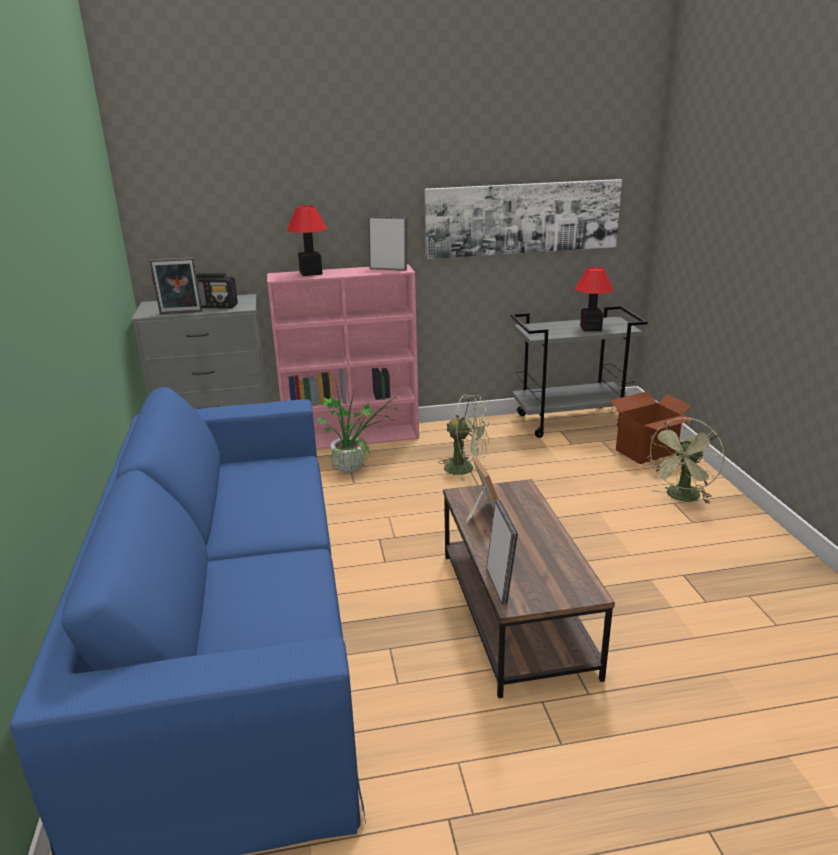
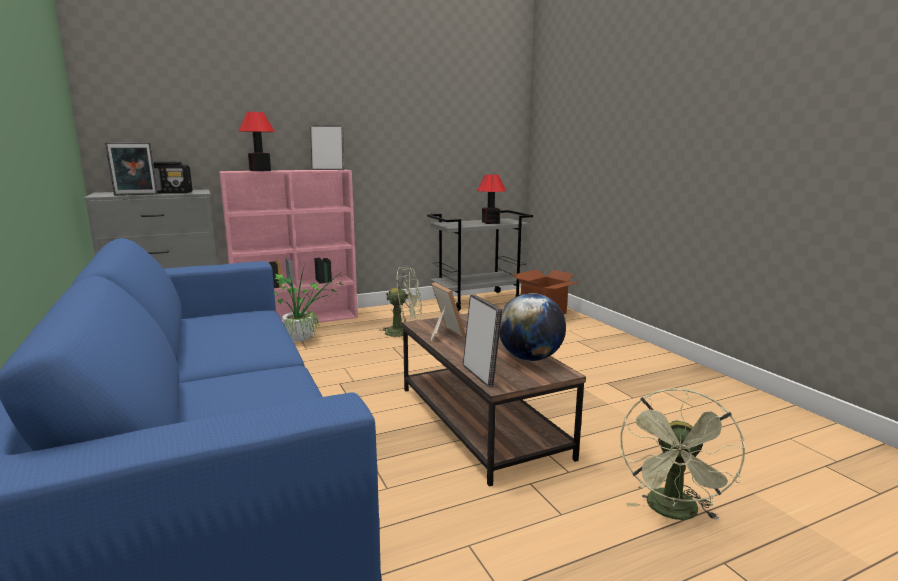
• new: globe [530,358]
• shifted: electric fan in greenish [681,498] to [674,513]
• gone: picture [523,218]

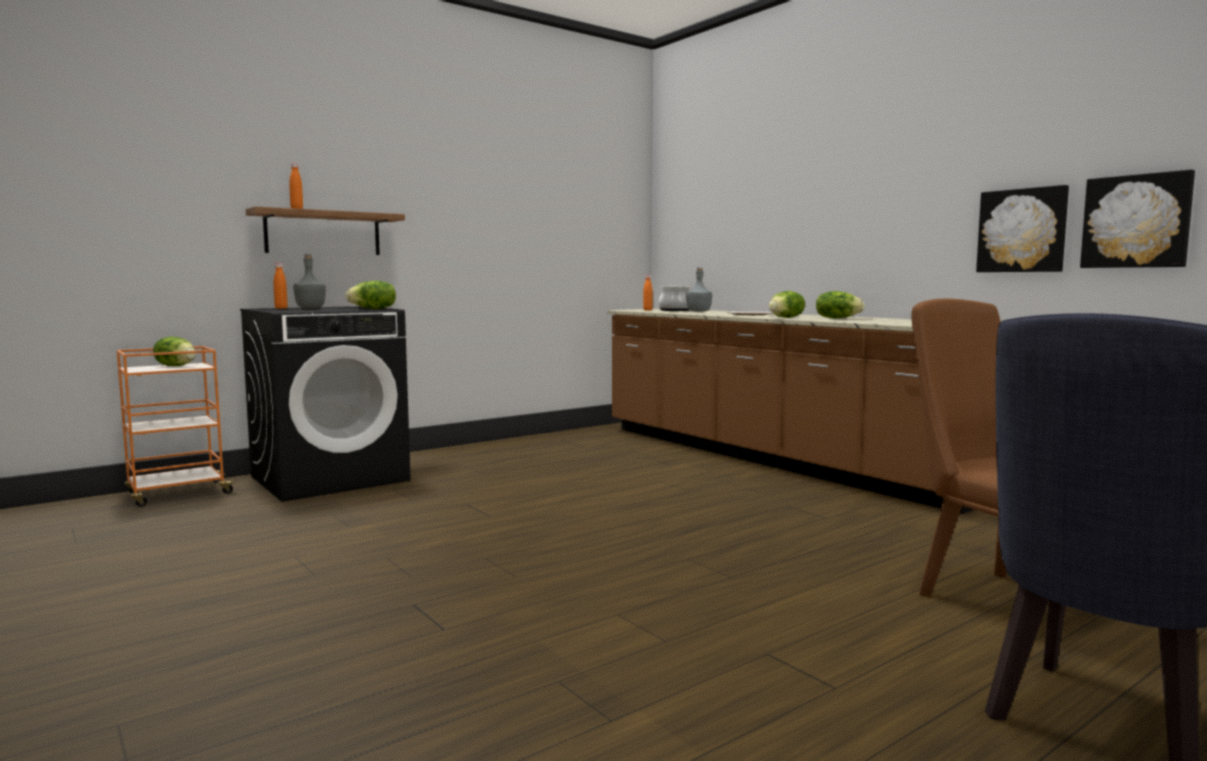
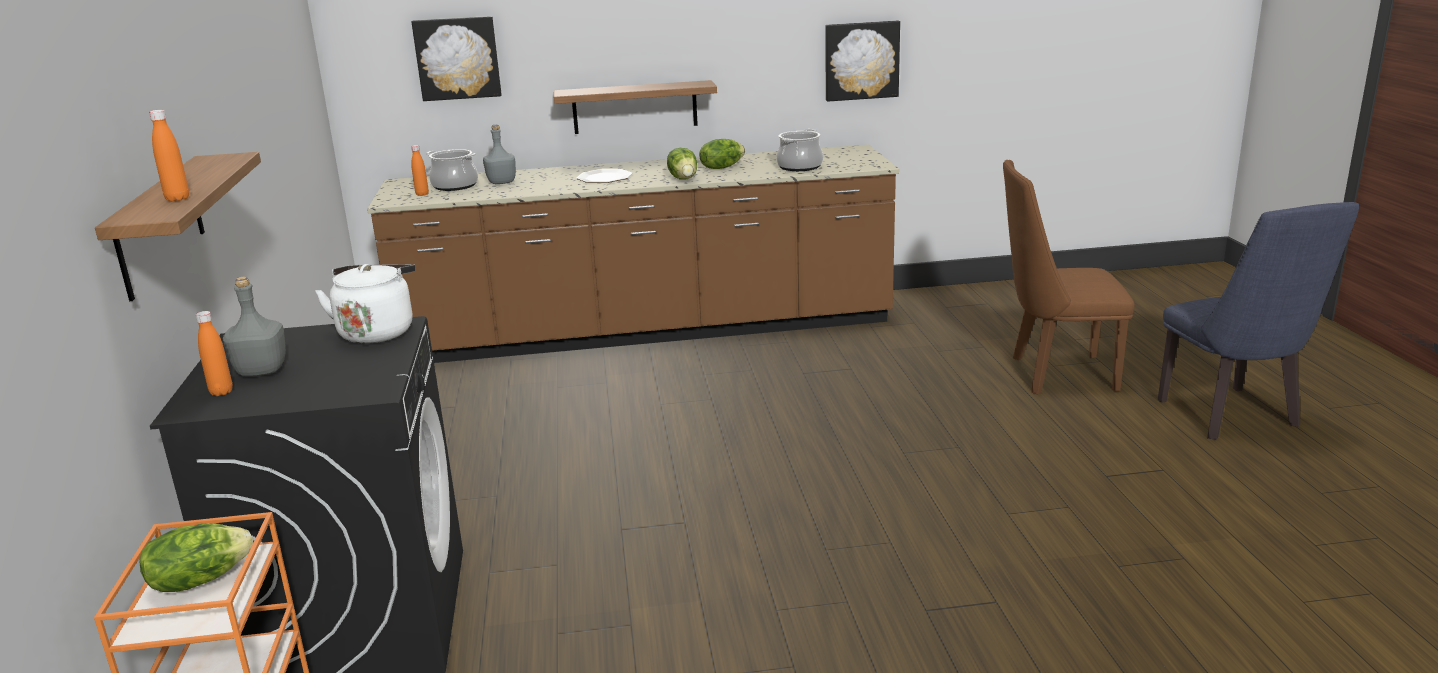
• swapped: lettuce head [373,308] to kettle in white [377,332]
• shifted: picture [1136,221] to [457,58]
• new: bracket shelf [635,107]
• new: cooking pot [799,166]

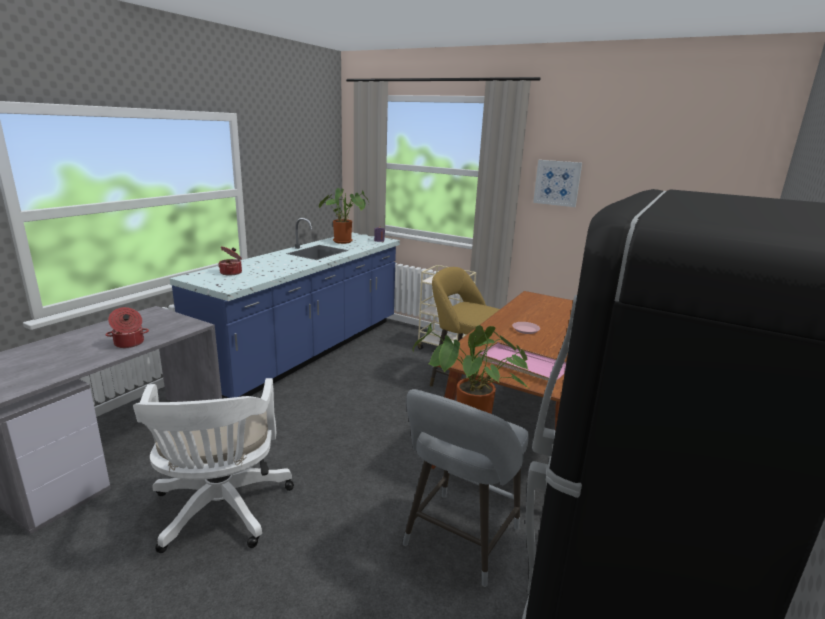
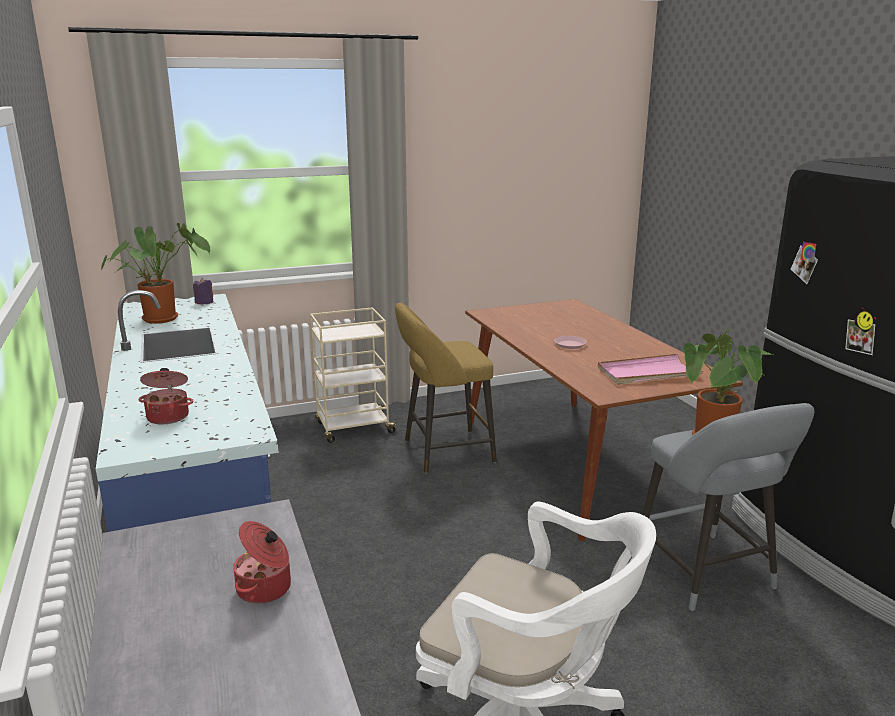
• gone: picture [557,183]

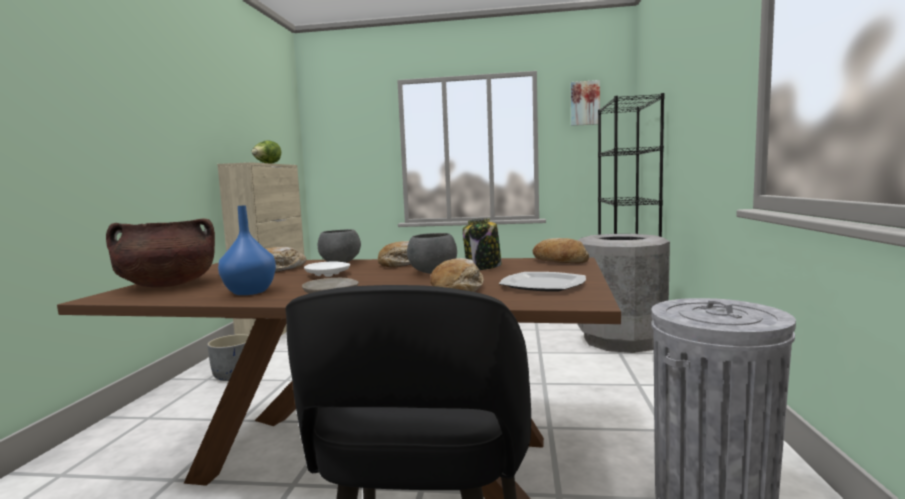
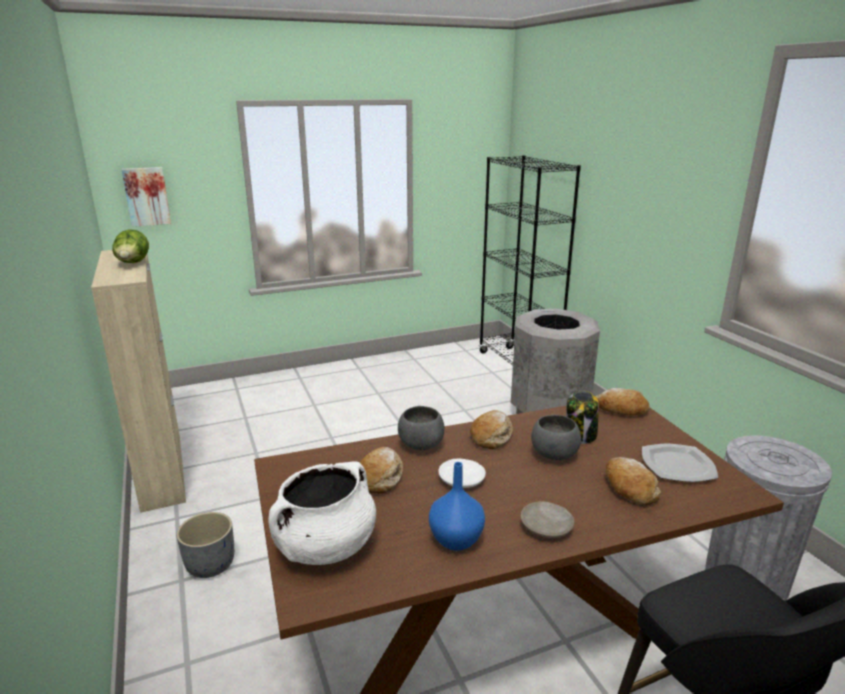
• shifted: picture [585,103] to [147,196]
• repainted: cooking pot in brown-coloured [167,285] to cooking pot in white [325,547]

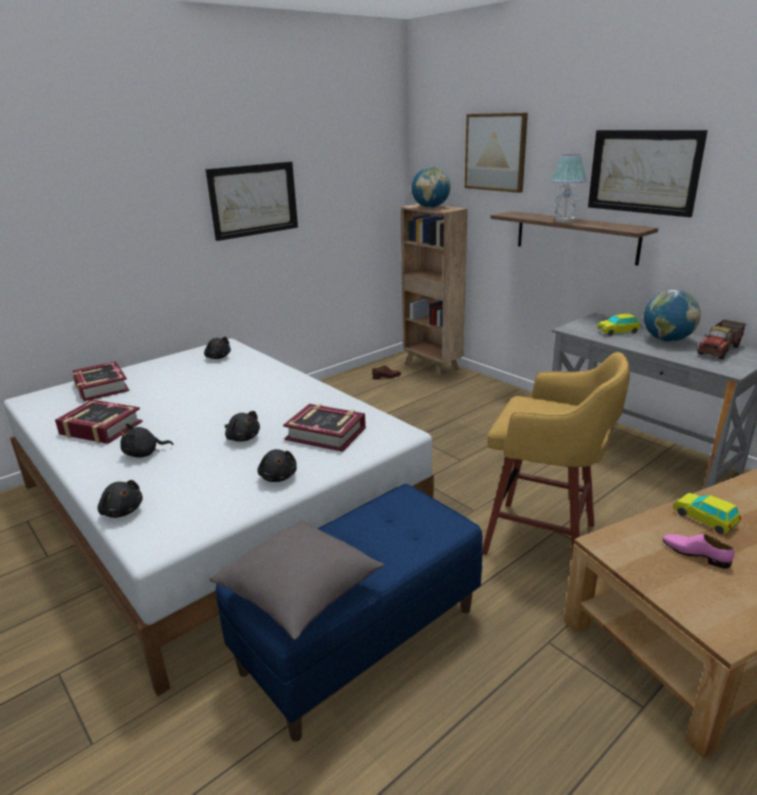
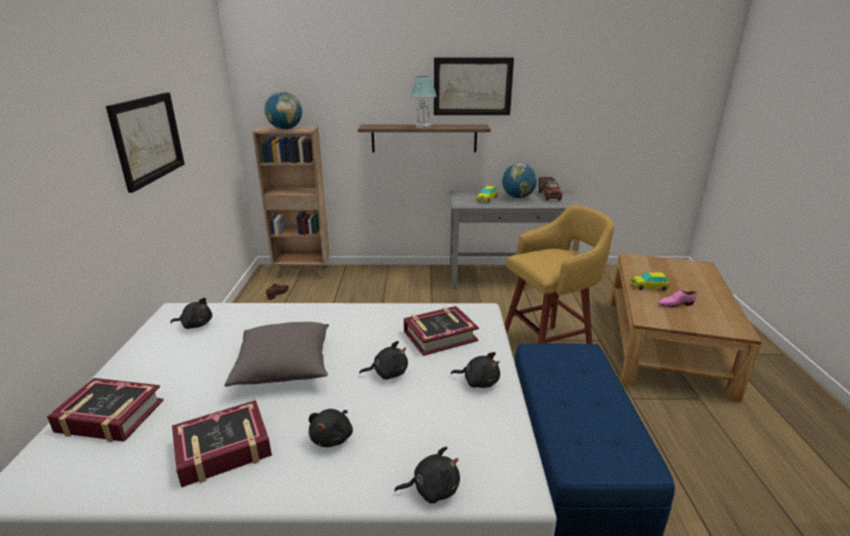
• shifted: cushion in gray [300,593] to [284,368]
• gone: picture [495,152]

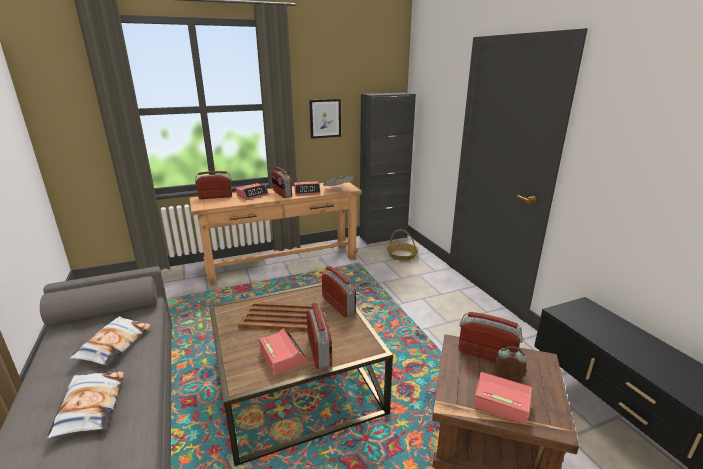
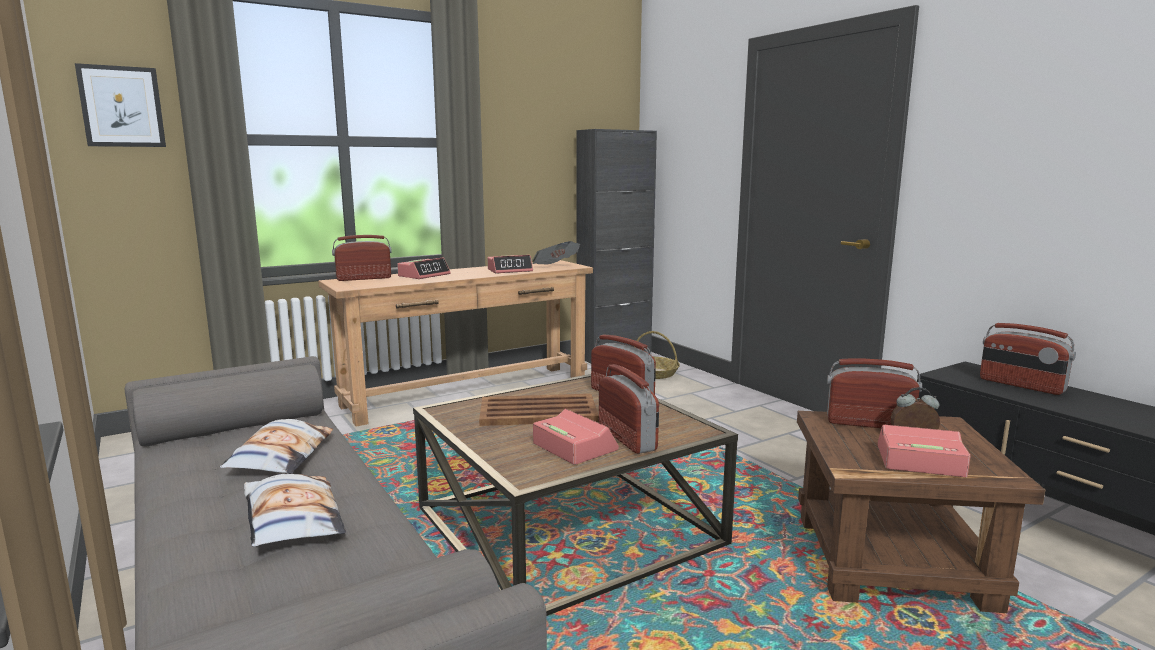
• shifted: picture [325,118] to [122,106]
• shifted: radio [281,194] to [1021,385]

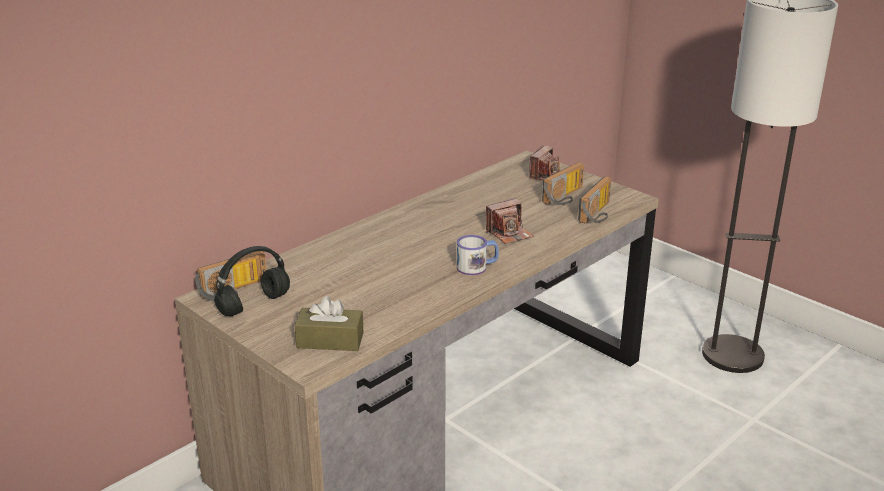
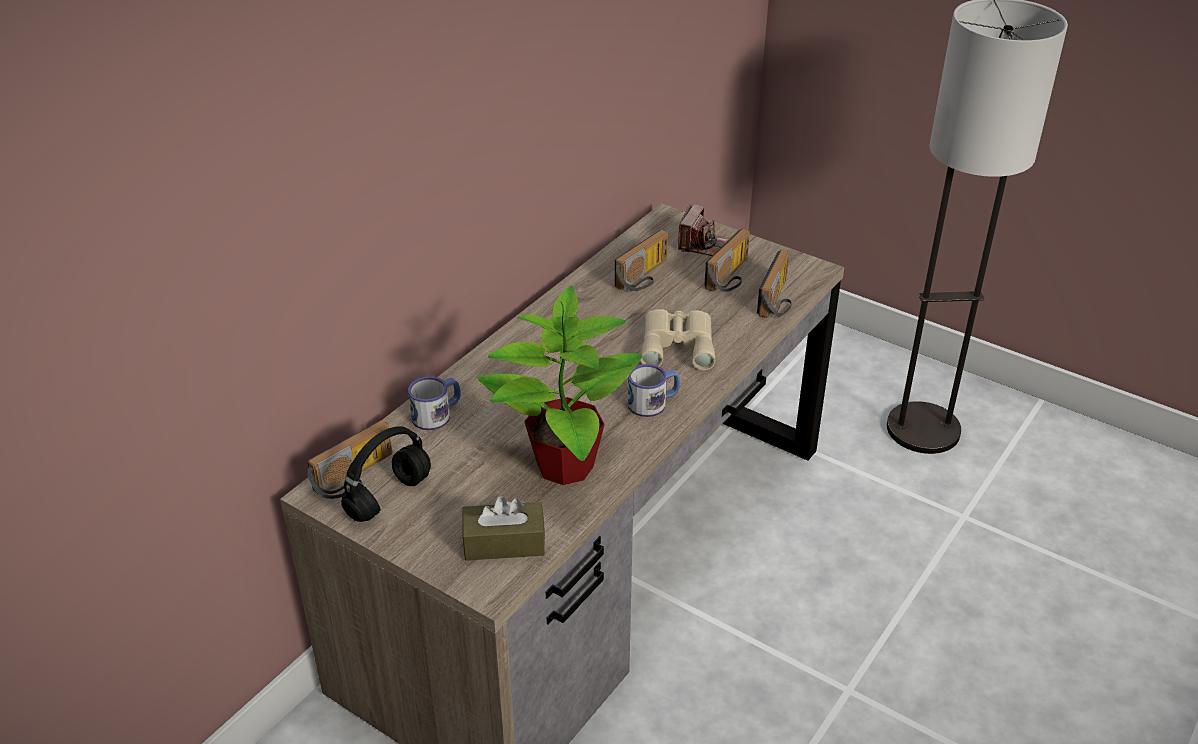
• new: tea mug [437,414]
• new: plant in a pot [563,466]
• new: radio [645,277]
• swapped: still camera [509,233] to binoculars in beige-coloured [678,344]

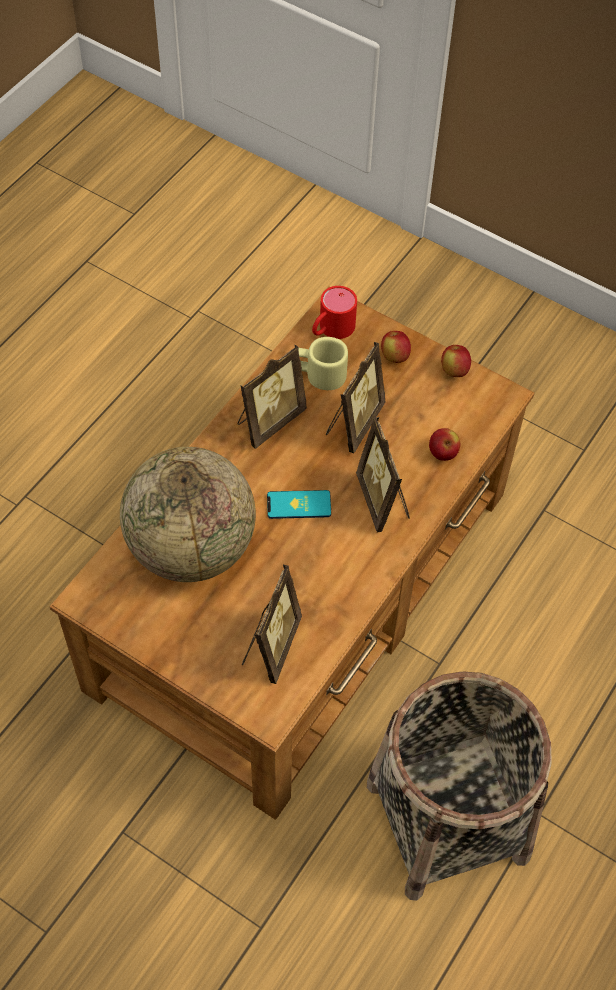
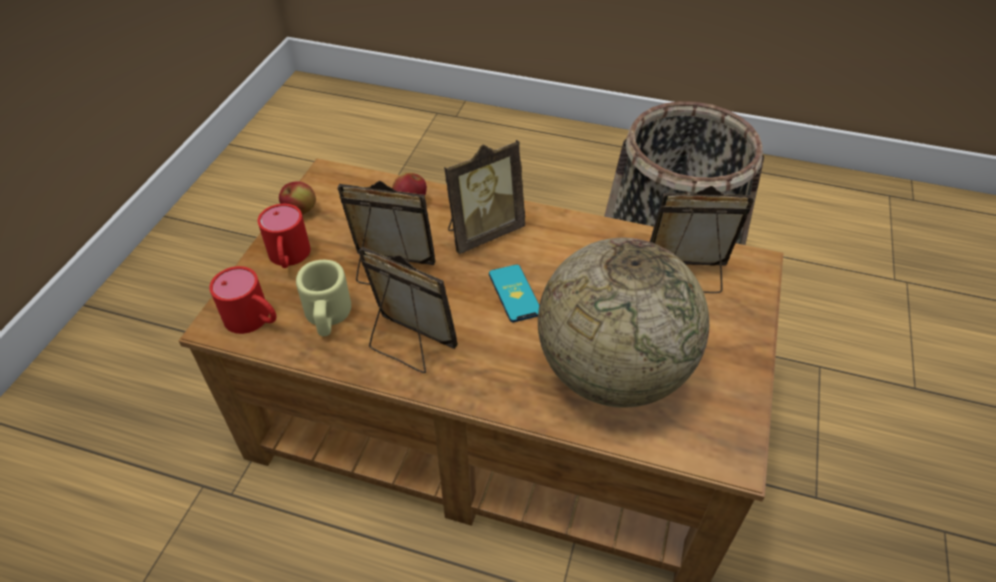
• swapped: apple fruit [394,356] to tea mug in reddish [288,258]

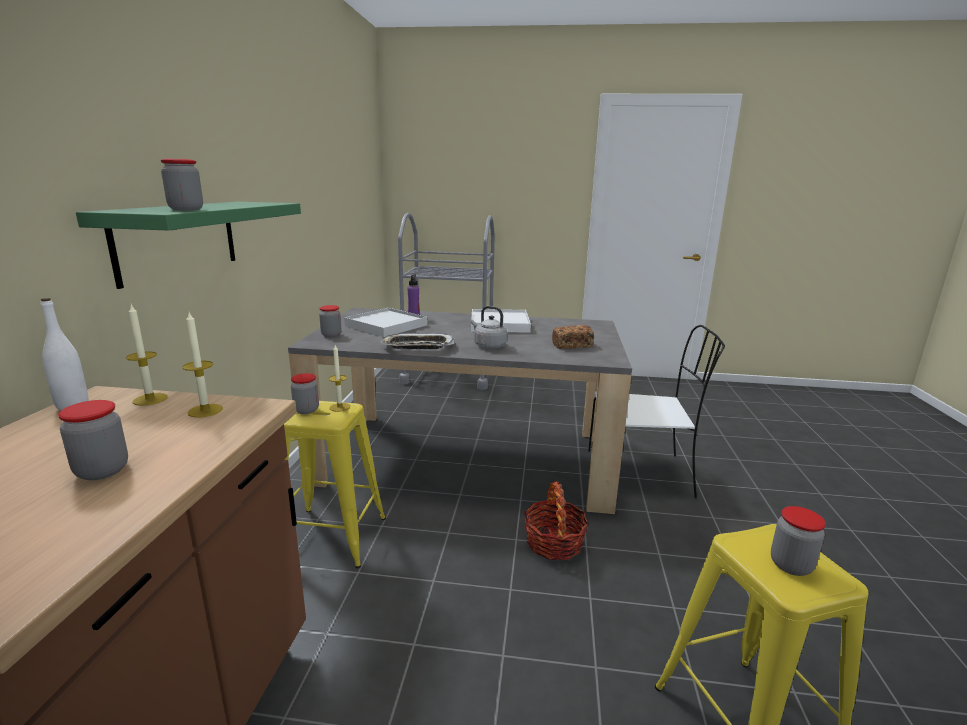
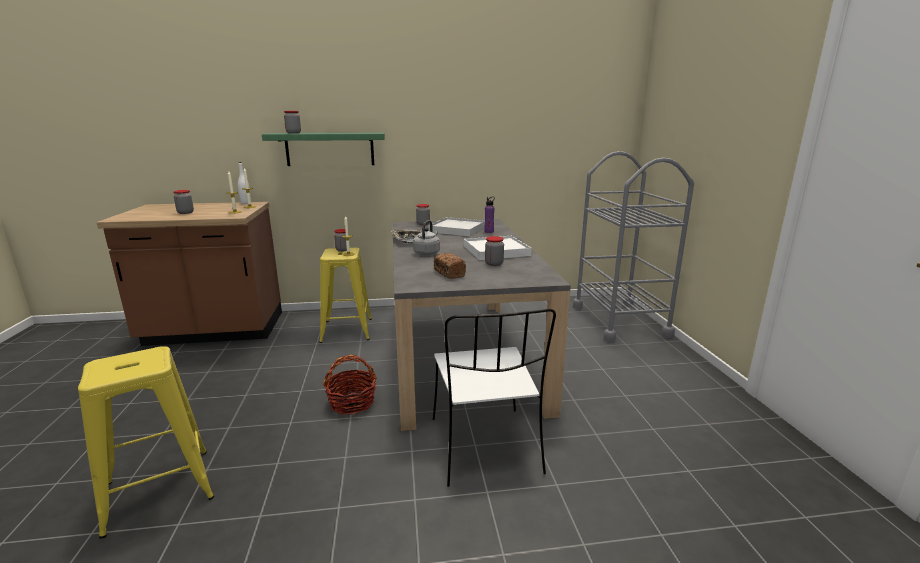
• shifted: preserve jar [791,565] to [494,264]

